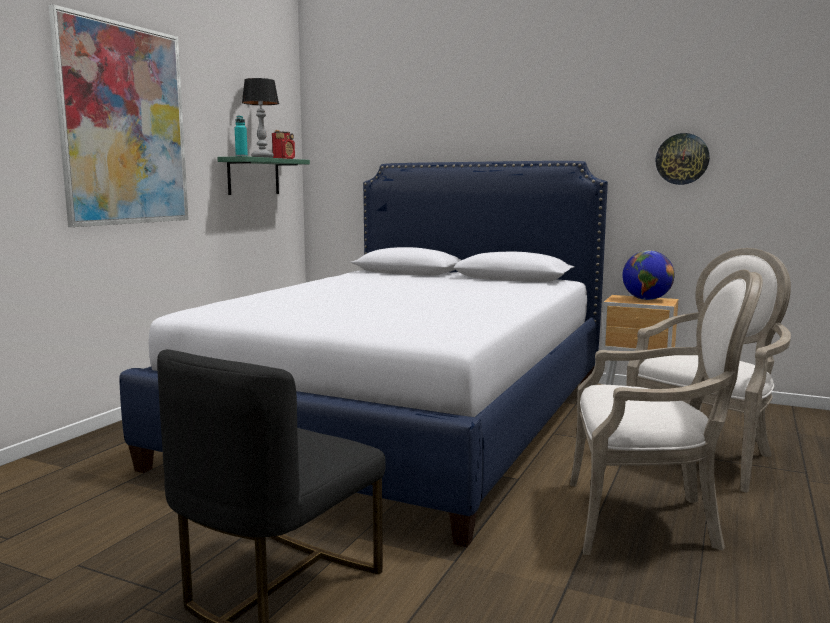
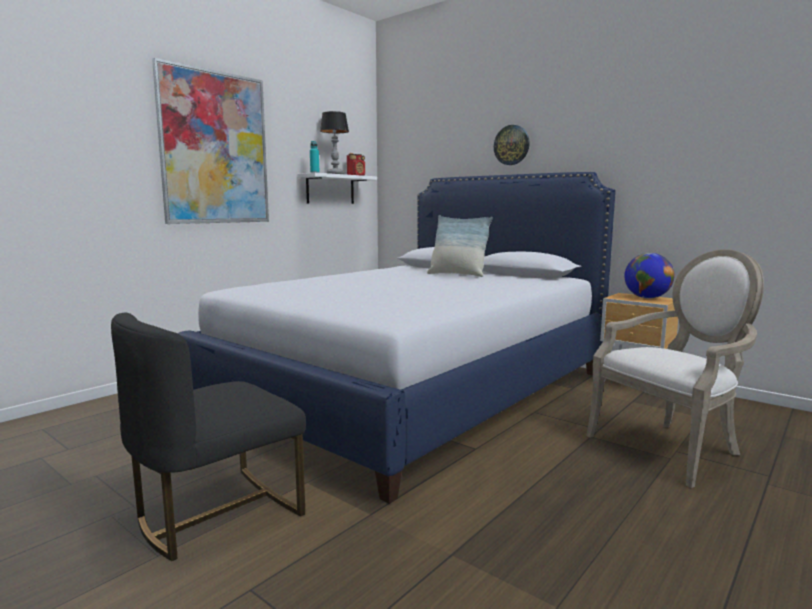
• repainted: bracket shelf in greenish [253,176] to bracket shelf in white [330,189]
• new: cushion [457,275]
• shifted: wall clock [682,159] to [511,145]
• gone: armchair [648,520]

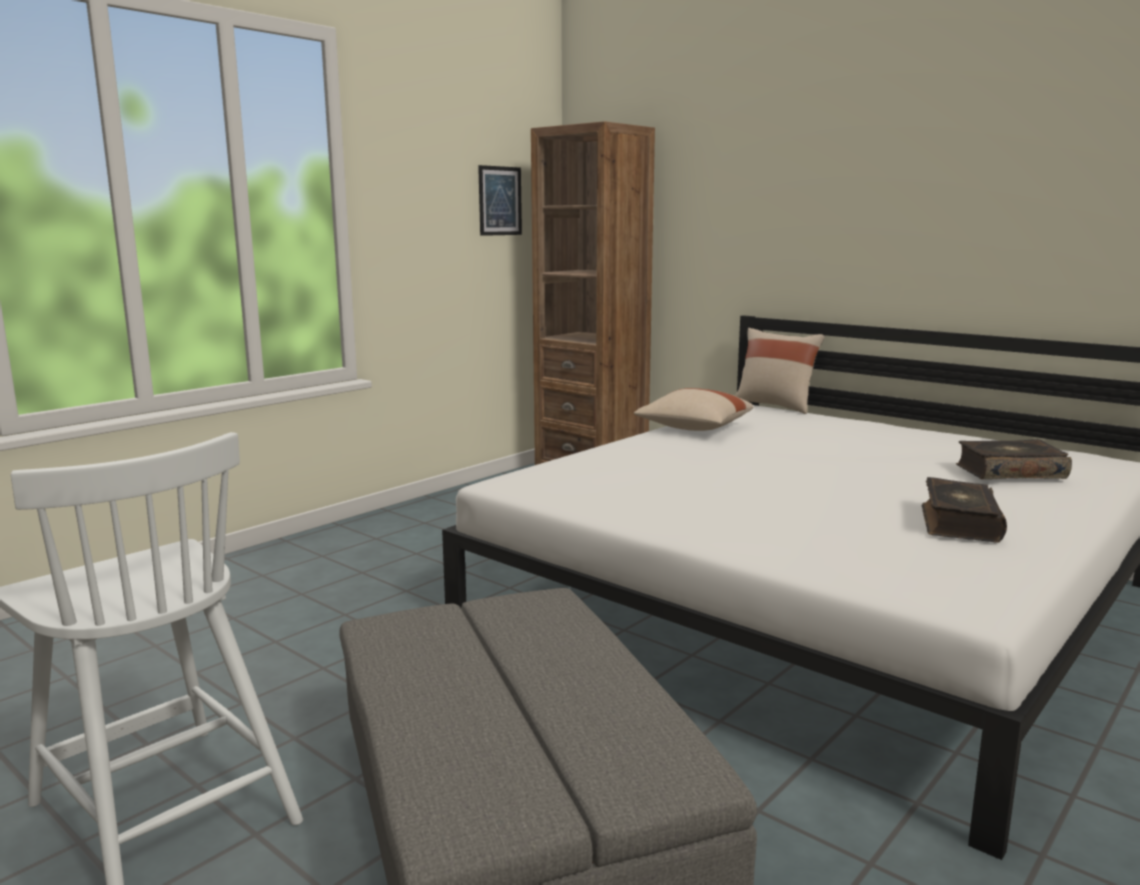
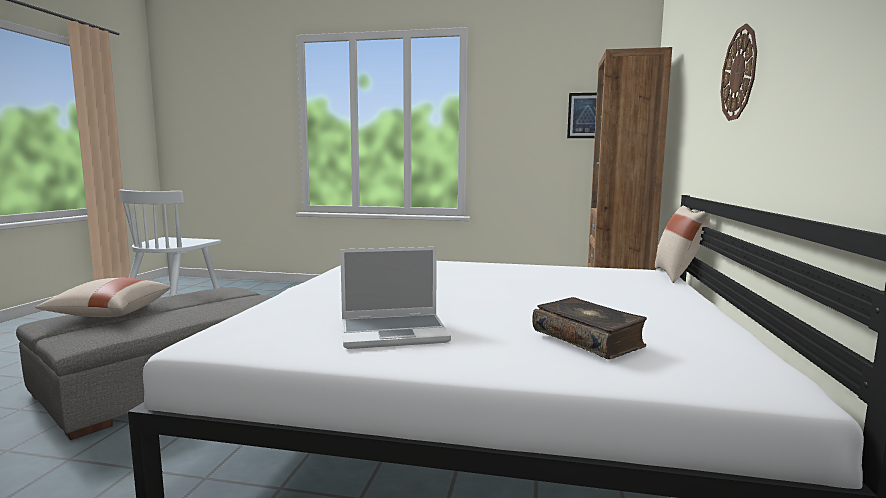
• shifted: cushion in beige-coloured [693,428] to [109,313]
• swapped: volume [958,523] to notebook computer [395,333]
• new: wall clock [739,73]

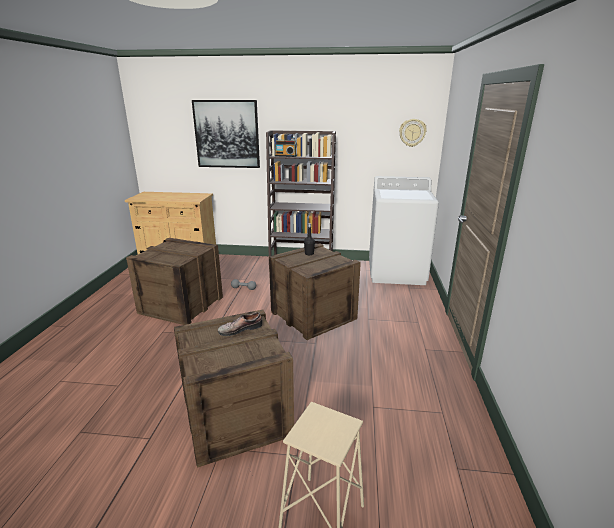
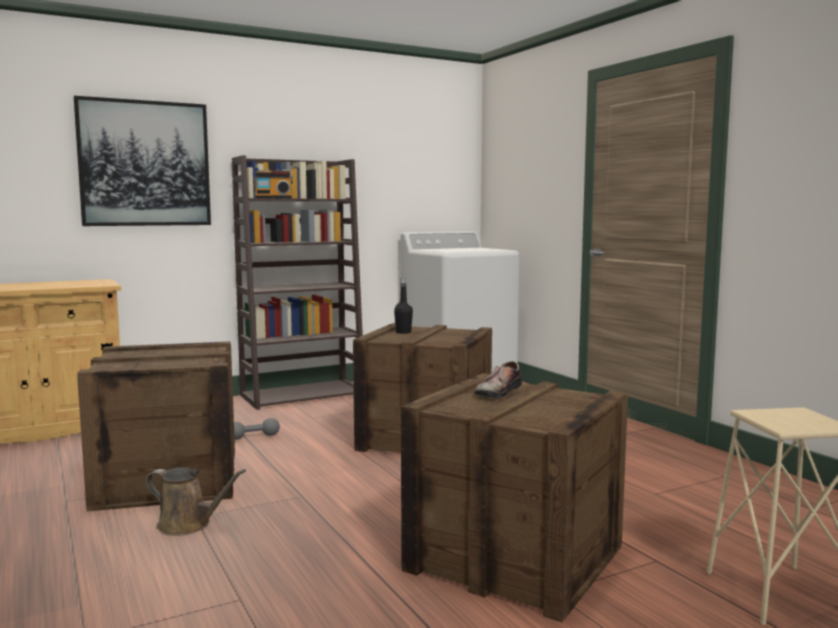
• new: sprinkling can in brown-coloured [188,525]
• gone: wall clock [412,132]

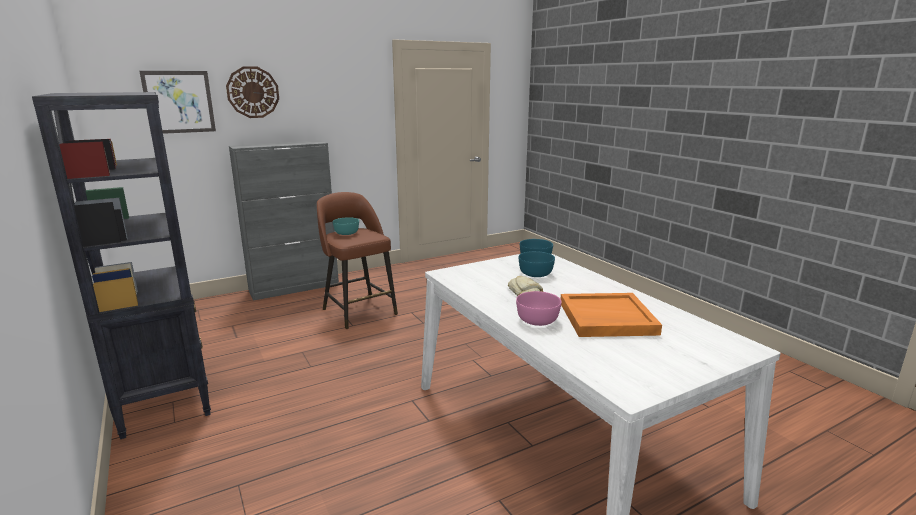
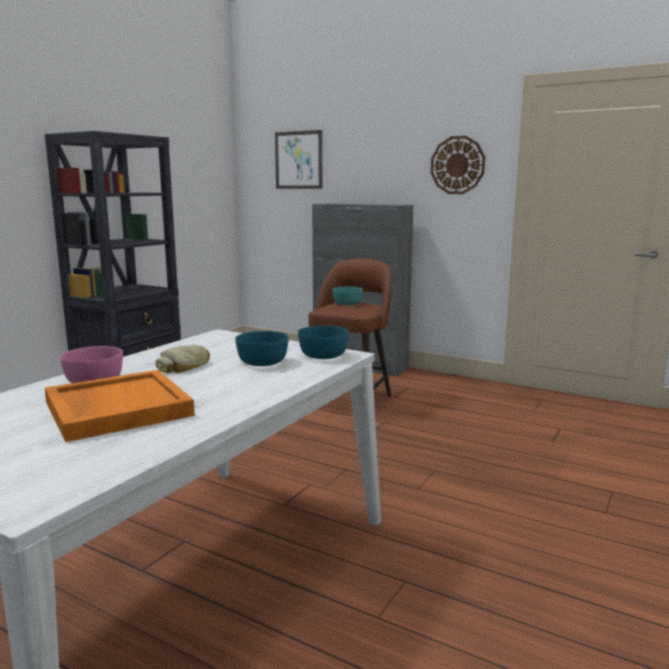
• shifted: wall clock [253,92] to [457,165]

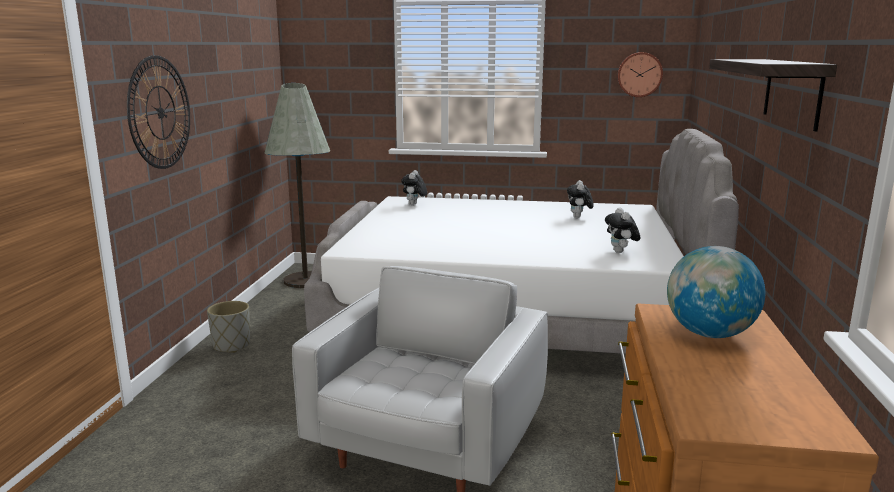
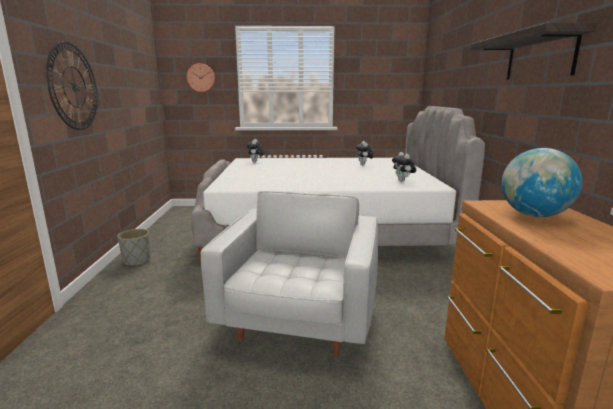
• shifted: wall clock [639,74] to [201,77]
• gone: standing lamp in gray [305,280]

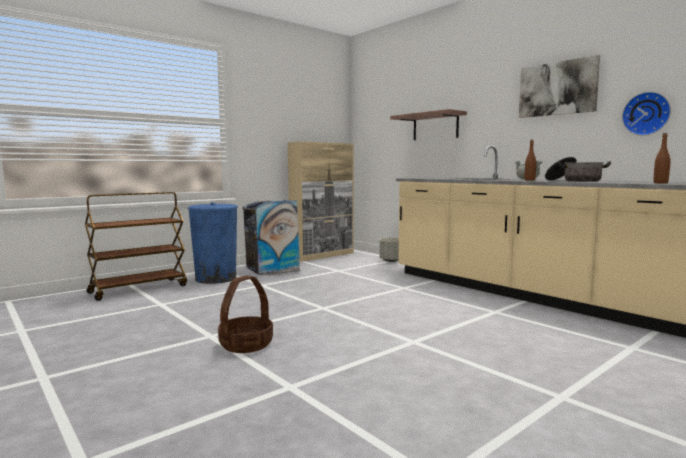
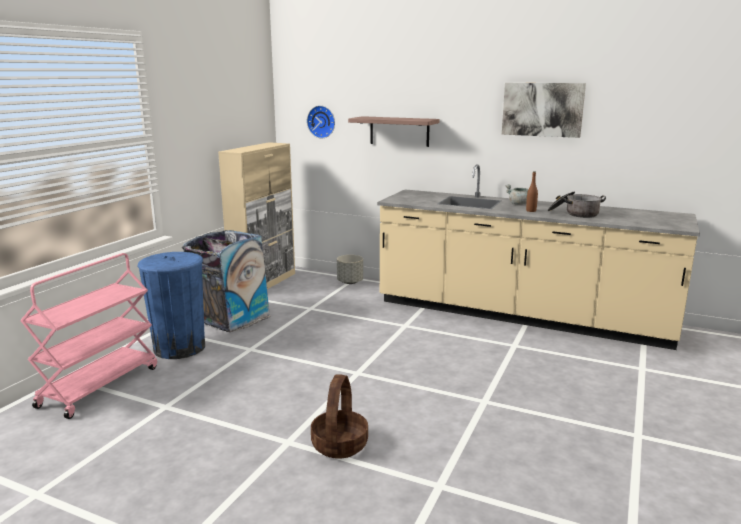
• repainted: wheeled cart in brown-coloured [139,289] to wheeled cart in pink [99,386]
• shifted: wall clock [646,114] to [322,121]
• gone: bottle in brown-coloured [660,183]

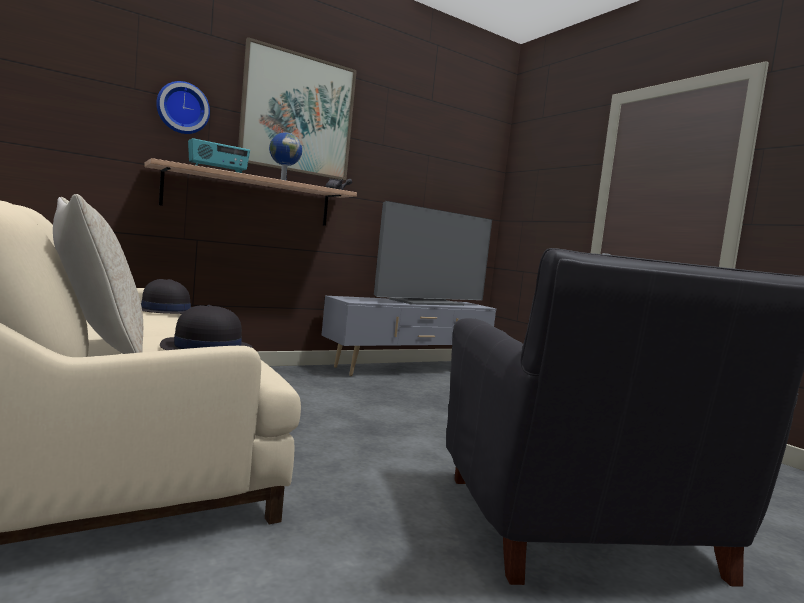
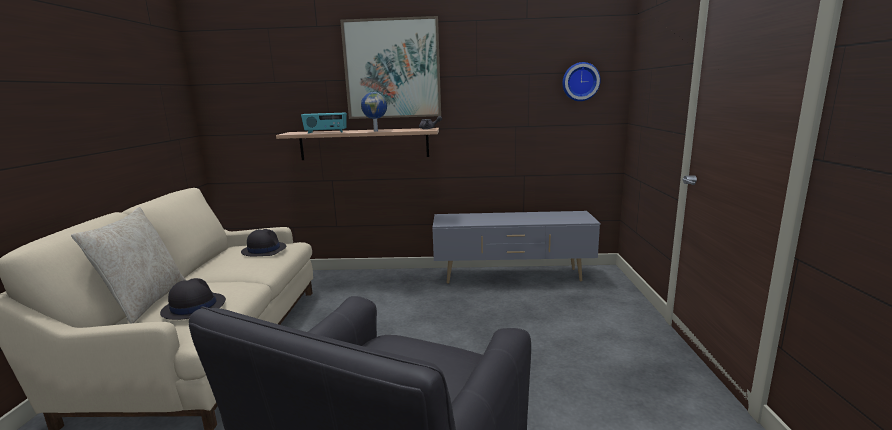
• shifted: wall clock [182,108] to [580,81]
• gone: TV [428,302]

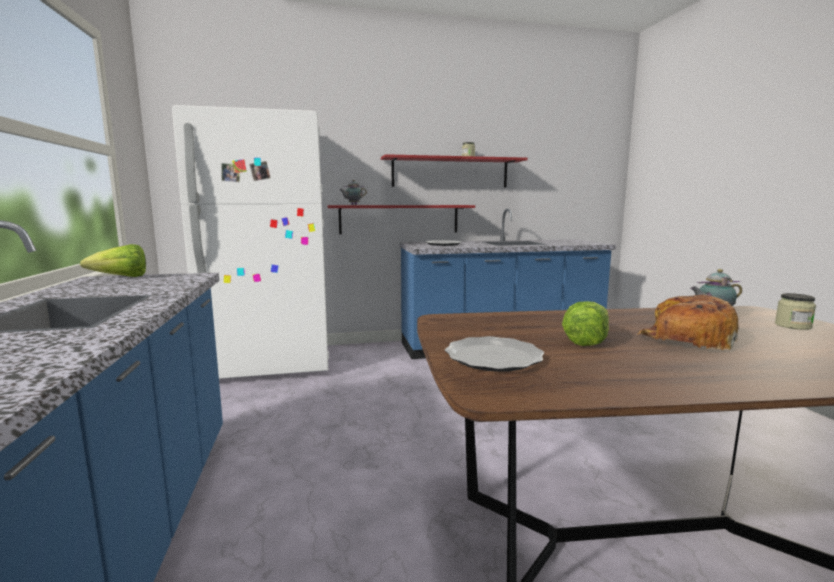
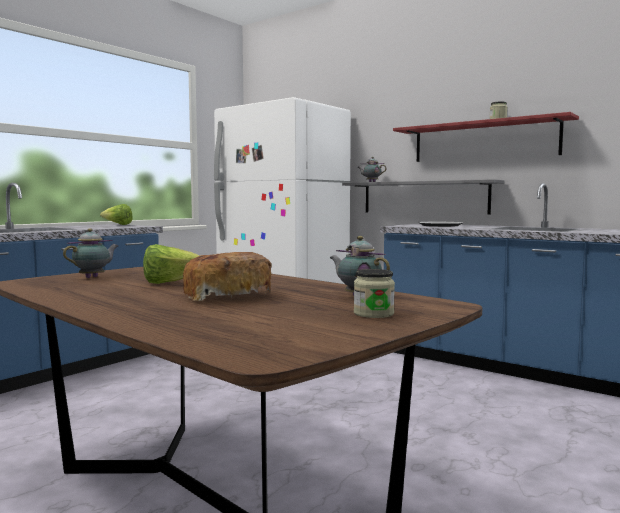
• swapped: dinner plate [494,358] to teapot [93,277]
• repainted: bracket shelf in reddish [399,219] to bracket shelf in gray [424,197]

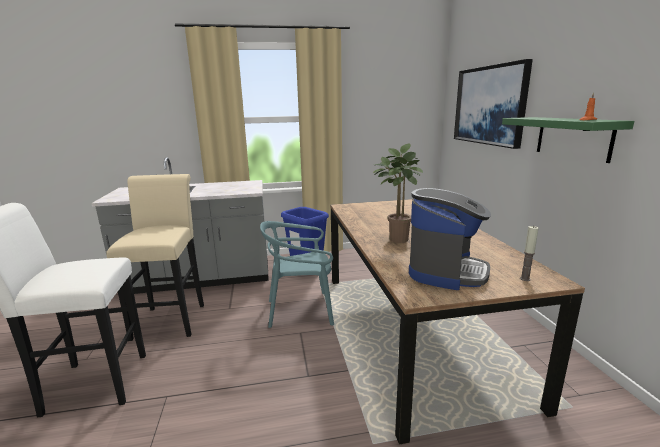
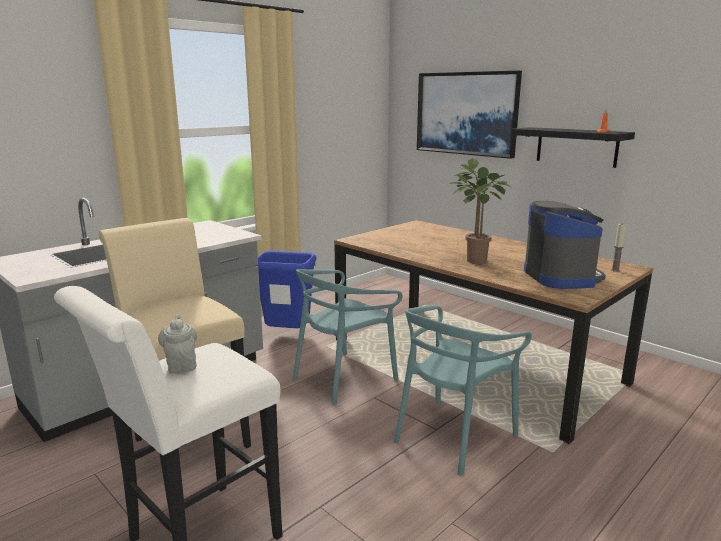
• new: teapot in gray [181,365]
• new: chair in blue-green [453,435]
• repainted: bracket shelf in greenish [573,138] to bracket shelf in blackish [576,146]

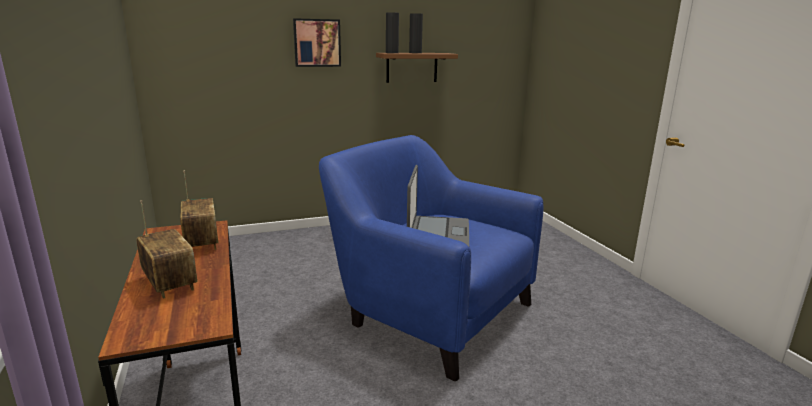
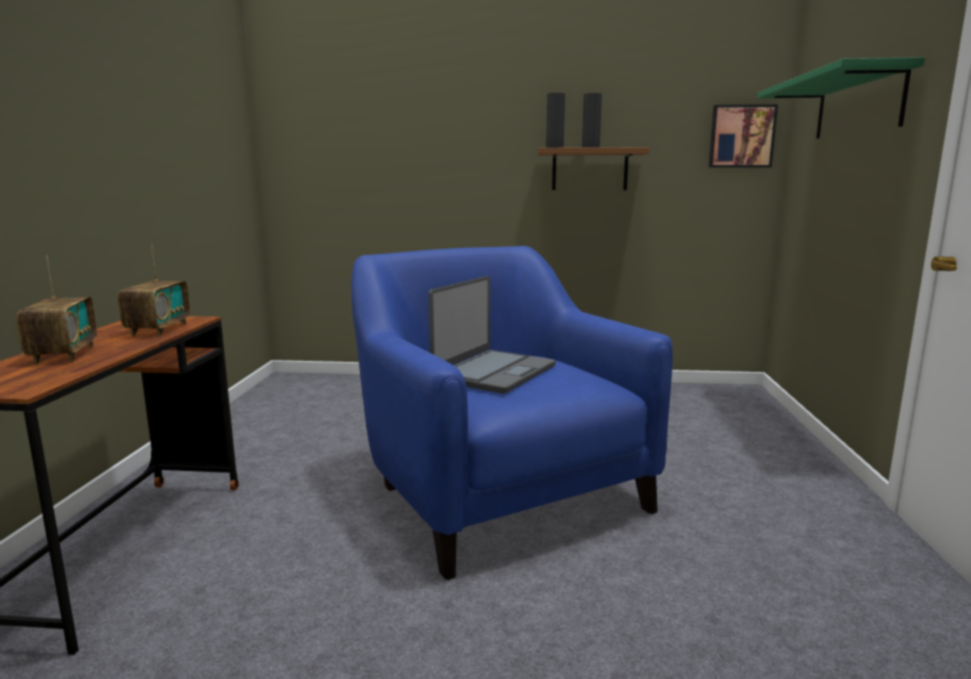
• shifted: picture [317,43] to [741,136]
• new: bracket shelf in greenish [858,105]

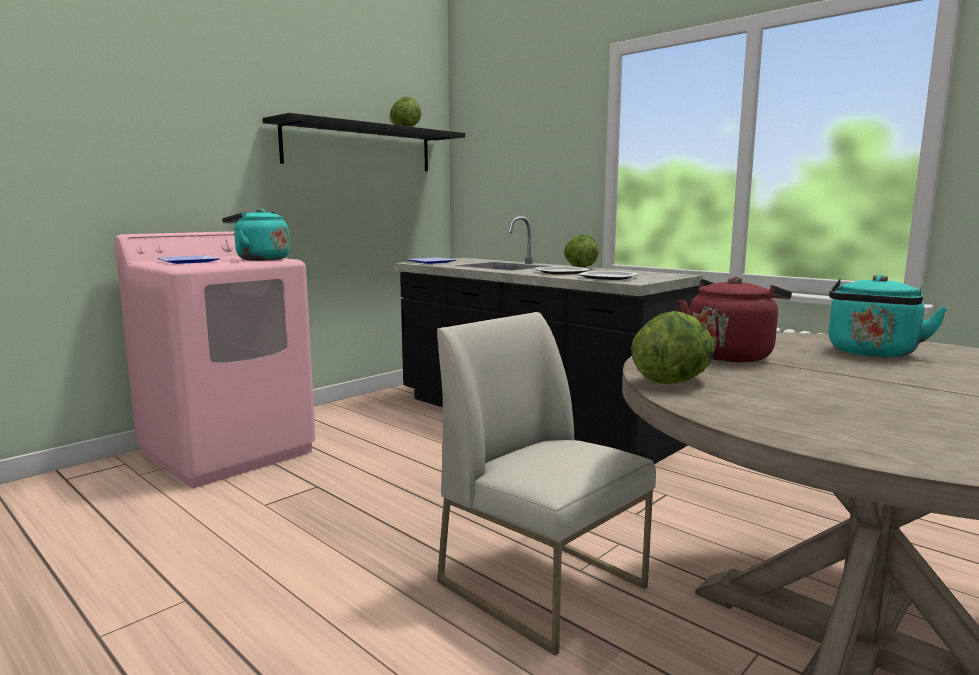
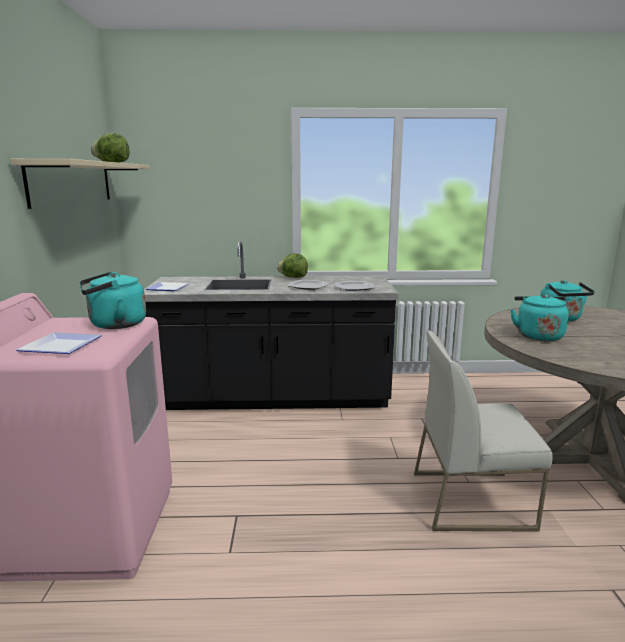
• repainted: bracket shelf in blackish [359,148] to bracket shelf in beige-coloured [72,183]
• repainted: kettle in reddish [731,355] to kettle in blue-green [537,335]
• gone: lettuce head [673,381]

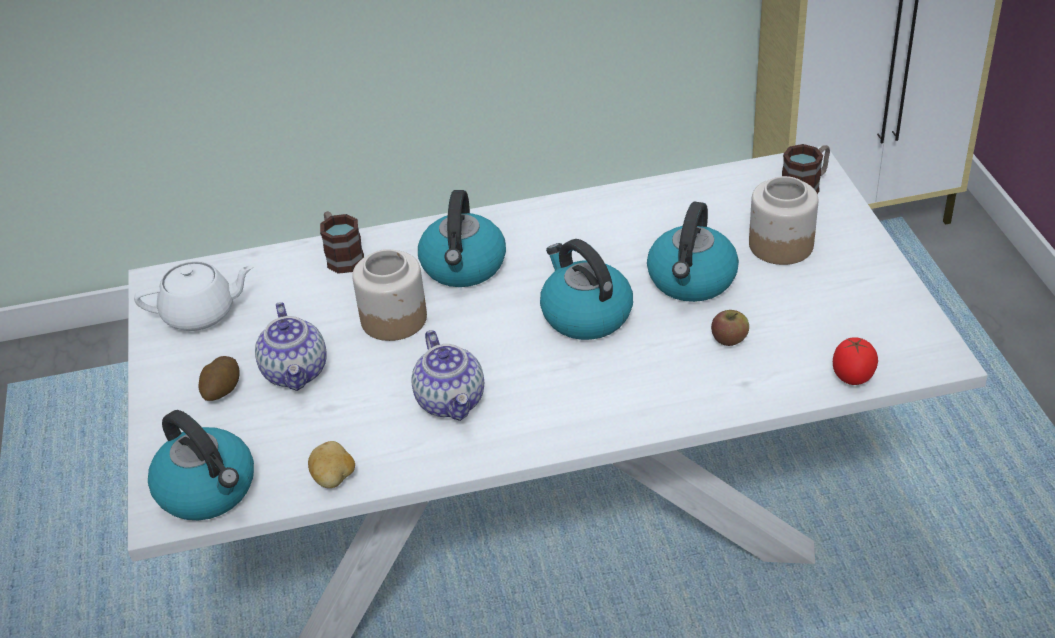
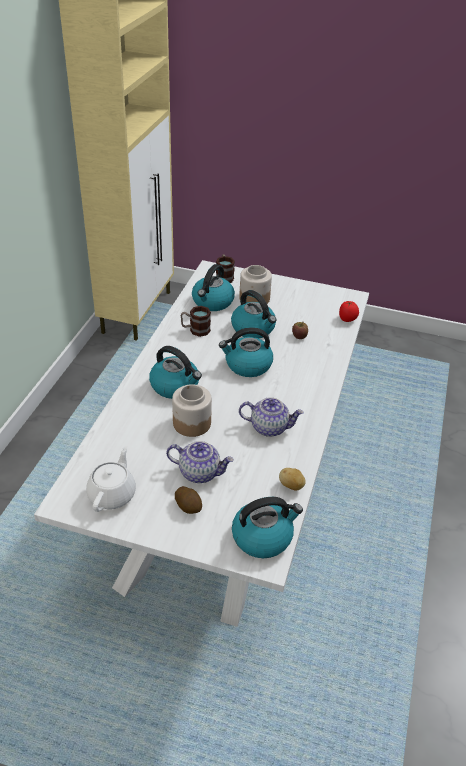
• shifted: tea mug [342,256] to [195,330]
• new: kettle [212,302]

